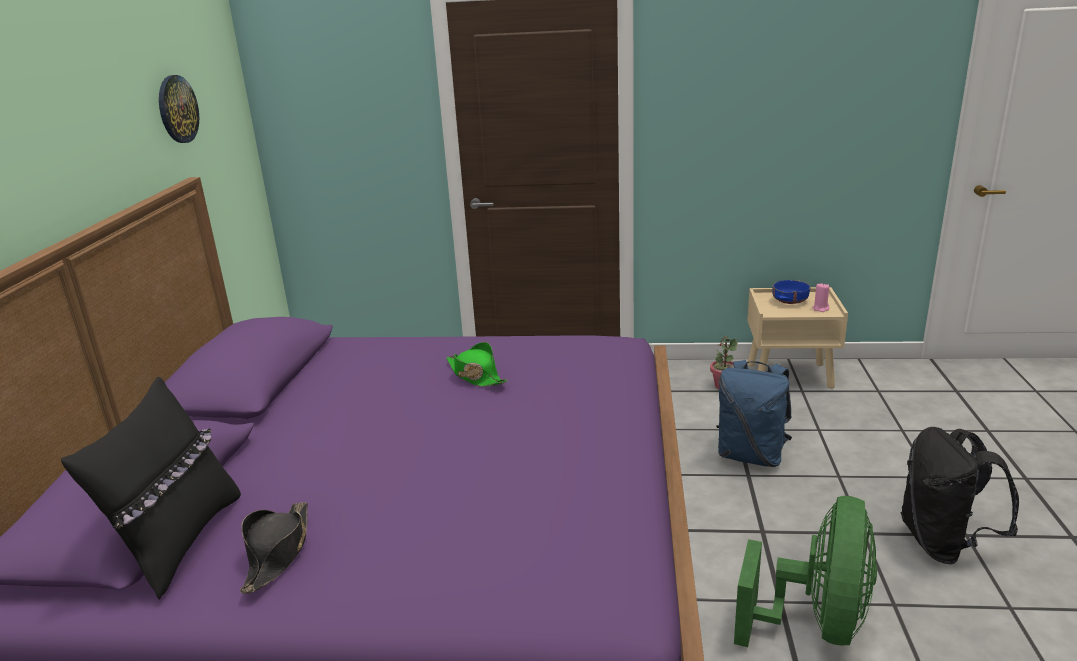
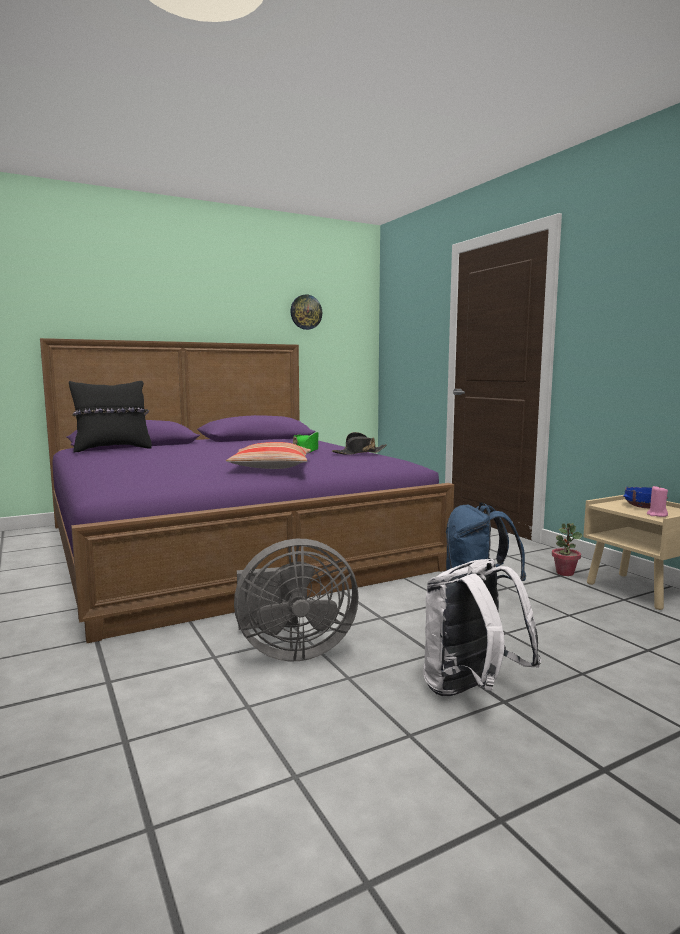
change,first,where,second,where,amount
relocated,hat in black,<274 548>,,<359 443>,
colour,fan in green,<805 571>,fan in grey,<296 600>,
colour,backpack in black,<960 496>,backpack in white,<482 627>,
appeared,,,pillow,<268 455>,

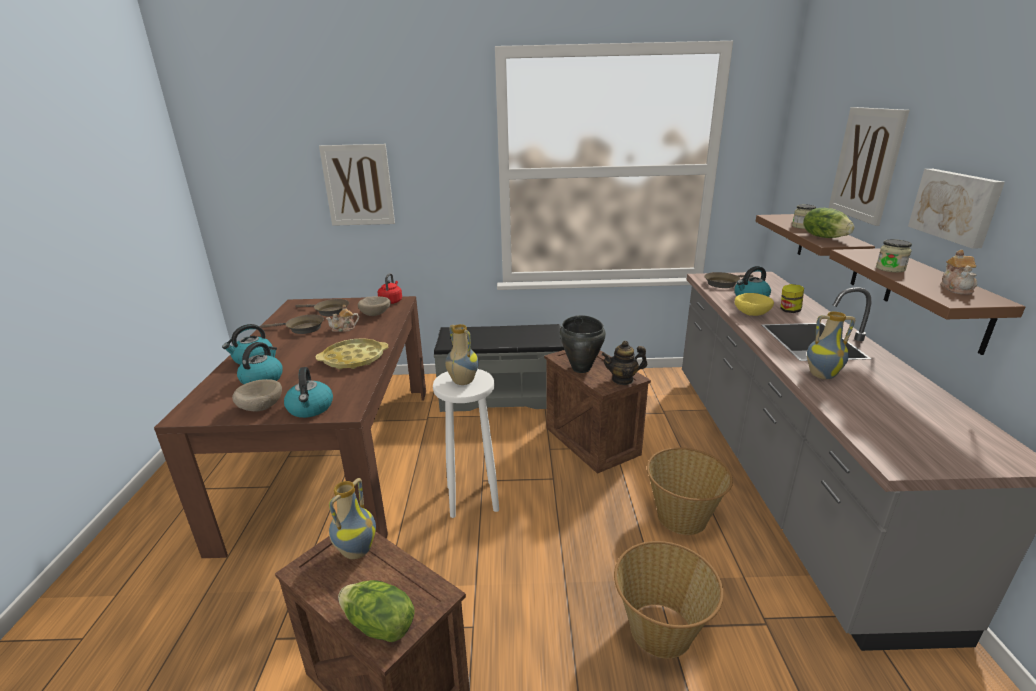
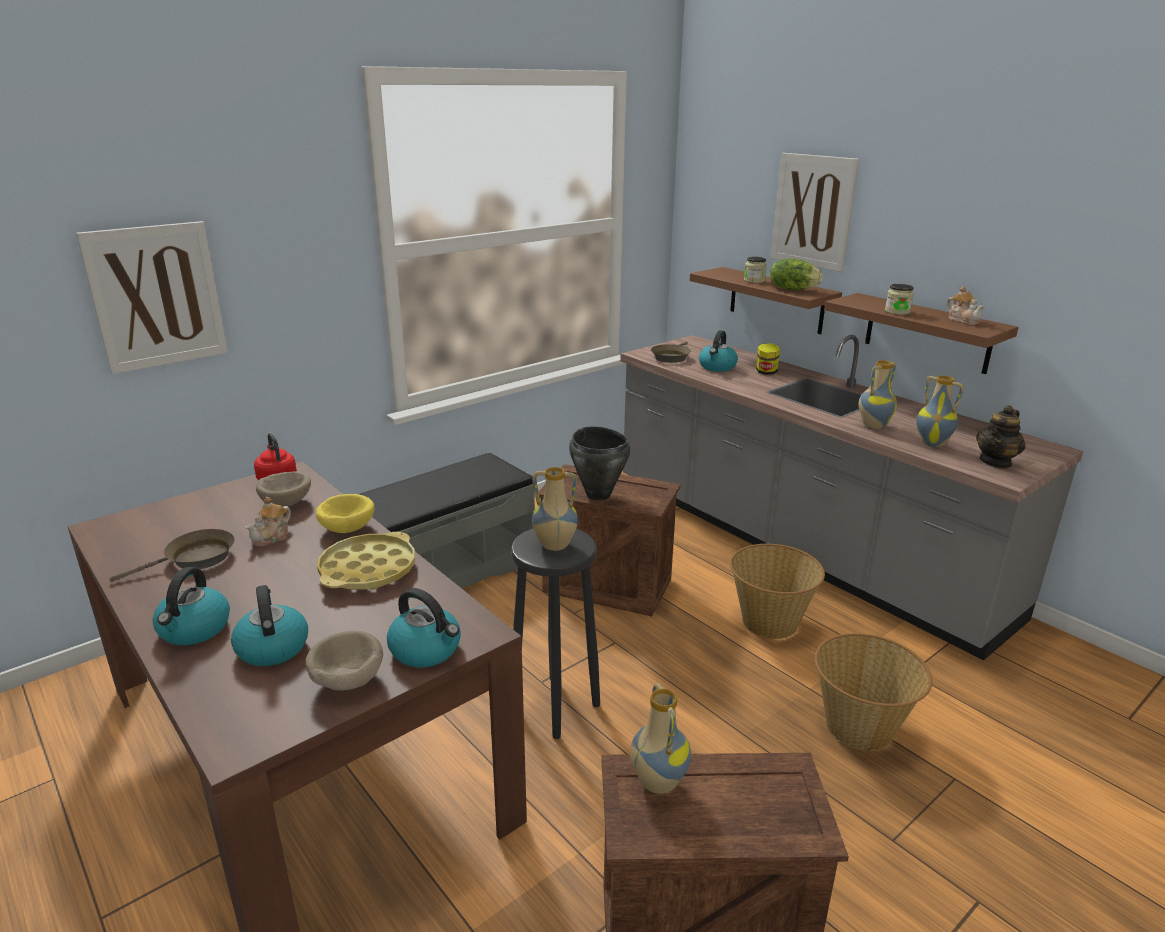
change,first,where,second,where,amount
missing,frying pan in brown,<322 307>,,,
missing,lettuce,<376 611>,,,
colour,stool in white,<466 443>,stool in black,<555 633>,
relocated,teapot,<624 363>,,<1000 437>,
relocated,bowl in yellow,<754 304>,,<345 513>,
missing,picture,<956 209>,,,
appeared,,,vase,<940 411>,

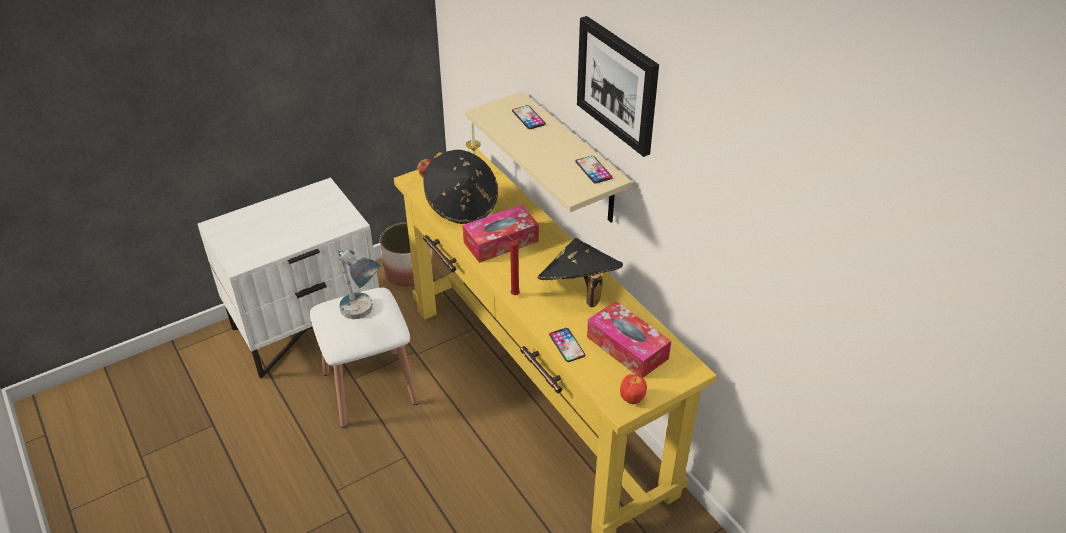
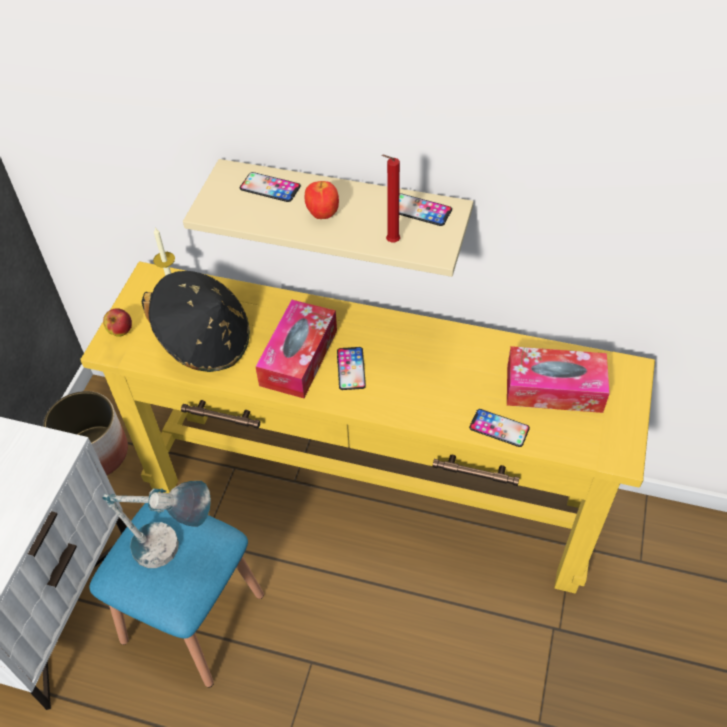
change,first,where,second,where,amount
colour,stool in white,<364 358>,stool in blue,<176 595>,
relocated,candle in red,<513 265>,,<391 198>,
missing,hat in black,<580 272>,,,
missing,picture,<618 86>,,,
relocated,apple,<633 389>,,<322 200>,
appeared,,,phone,<351 368>,

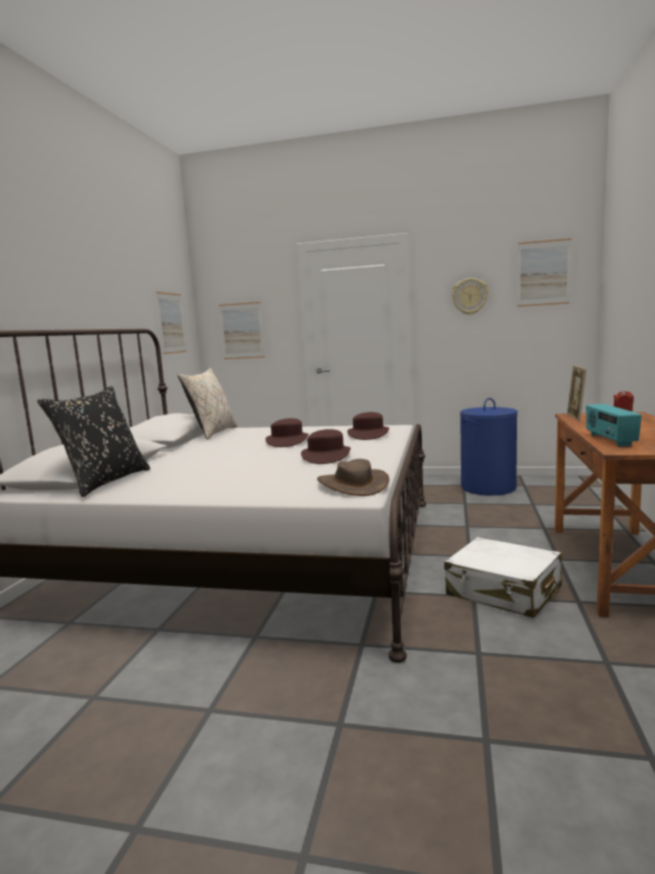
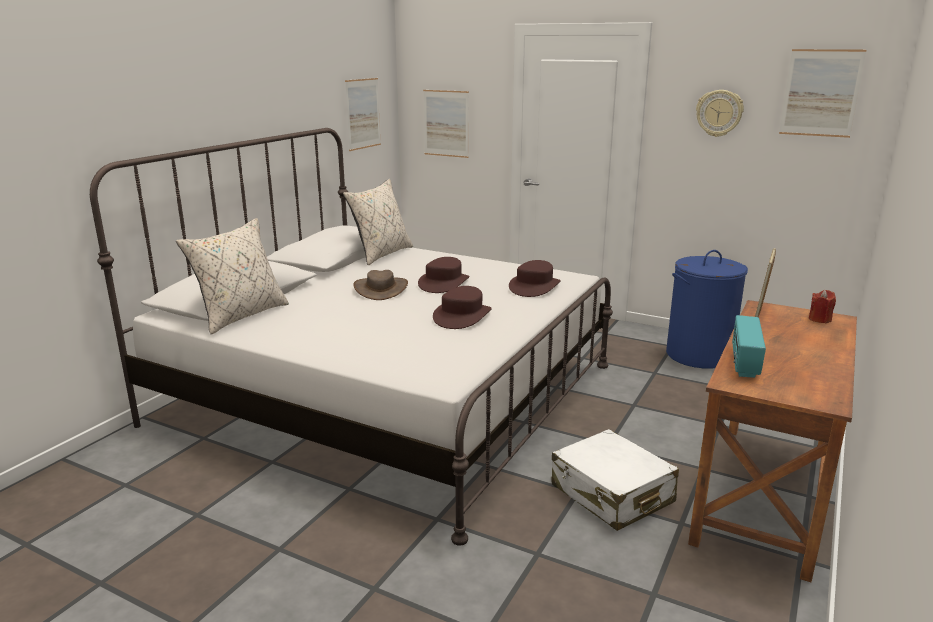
change,first,where,second,where,amount
colour,pillow in black,<93 441>,pillow in beige,<232 276>,
relocated,hat in brown,<353 477>,,<381 285>,

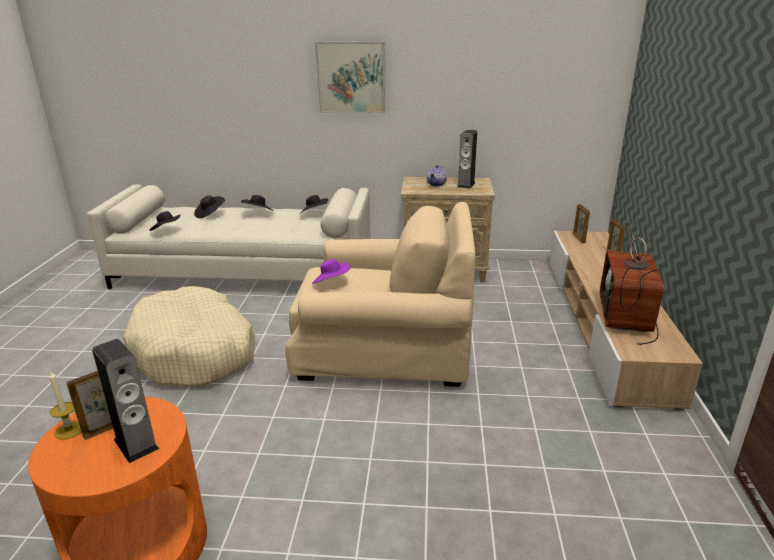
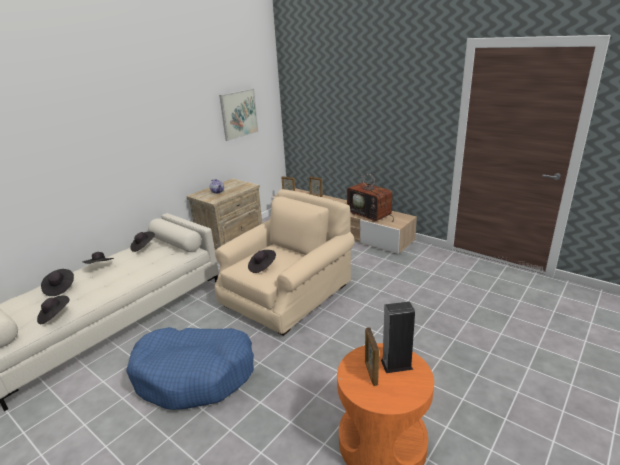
change,first,where,second,where,amount
missing,candle,<65 404>,,,
colour,dog bed in beige,<189 336>,dog bed in blue,<190 368>,
colour,hat in purple,<331 271>,hat in black,<262 261>,
relocated,picture,<350 77>,,<238 115>,
missing,speaker,<467 159>,,,

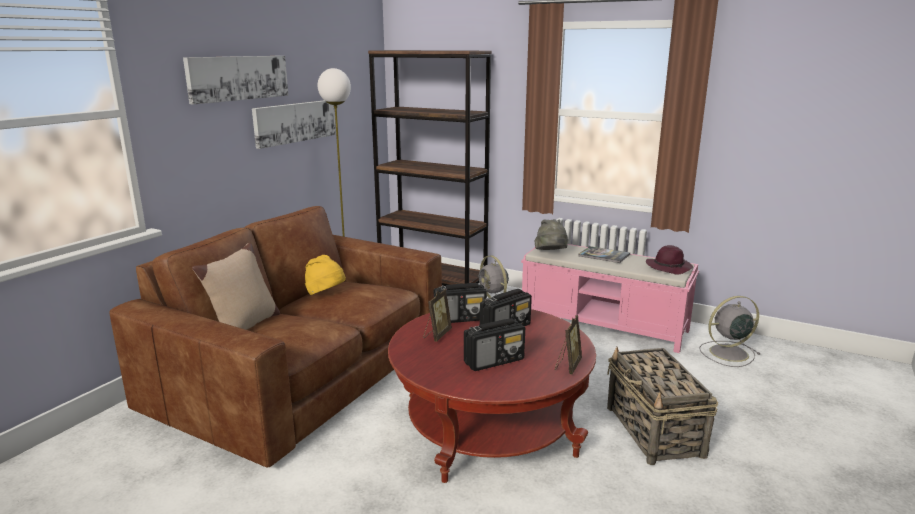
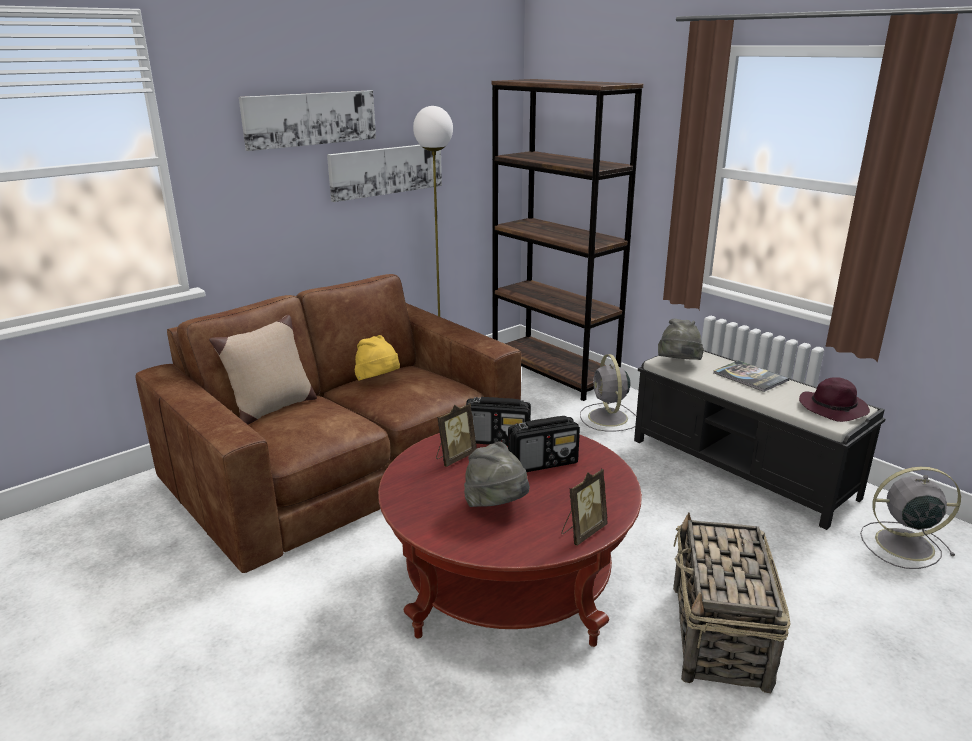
change,first,where,second,where,amount
exchanged,radio,<494 344>,hat in grey,<497 474>,
colour,bench in pink,<610 298>,bench in black,<760 440>,

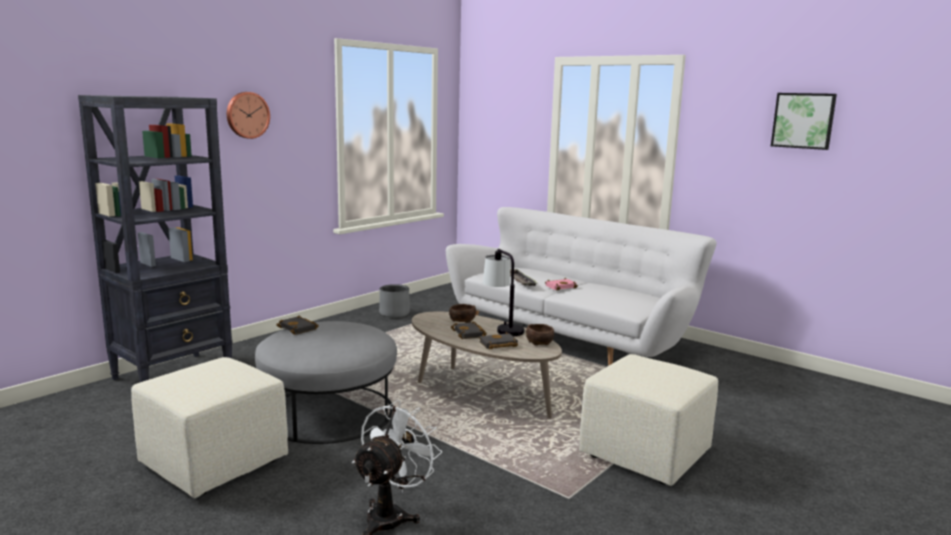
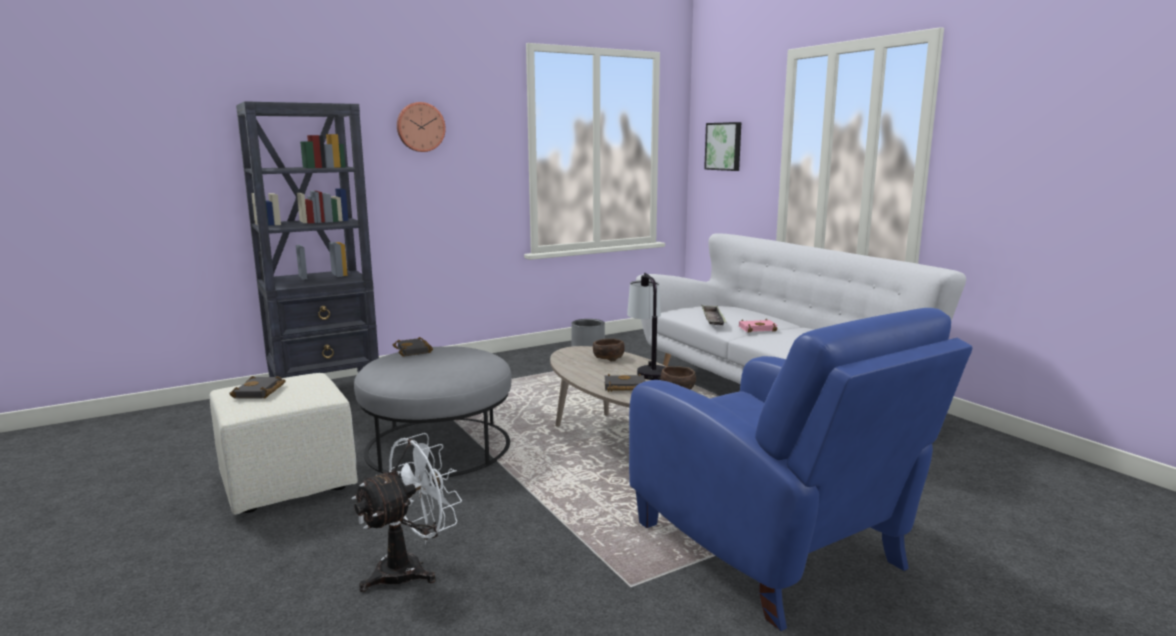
change,first,where,second,where,amount
relocated,book in black,<469 330>,,<257 387>,
exchanged,ottoman in beige,<648 420>,armchair in blue,<801 469>,
relocated,picture,<804 121>,,<722 146>,

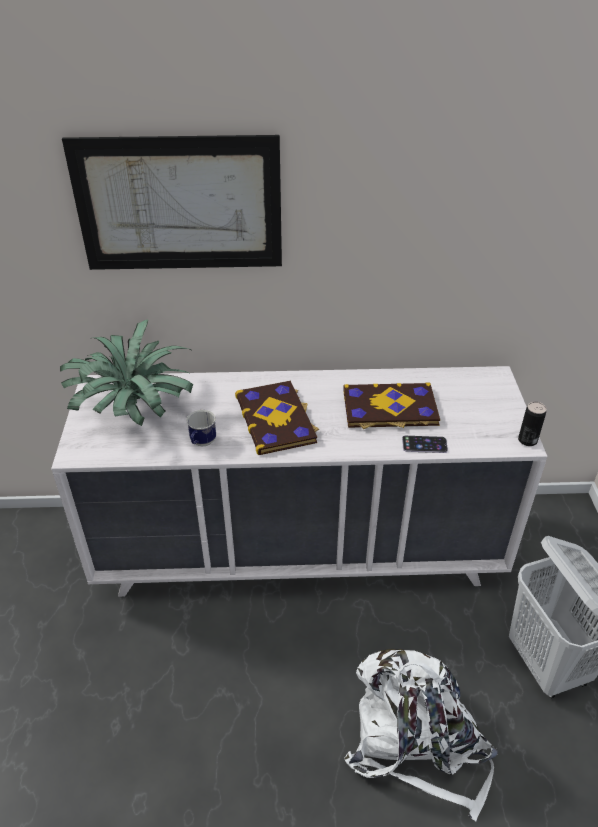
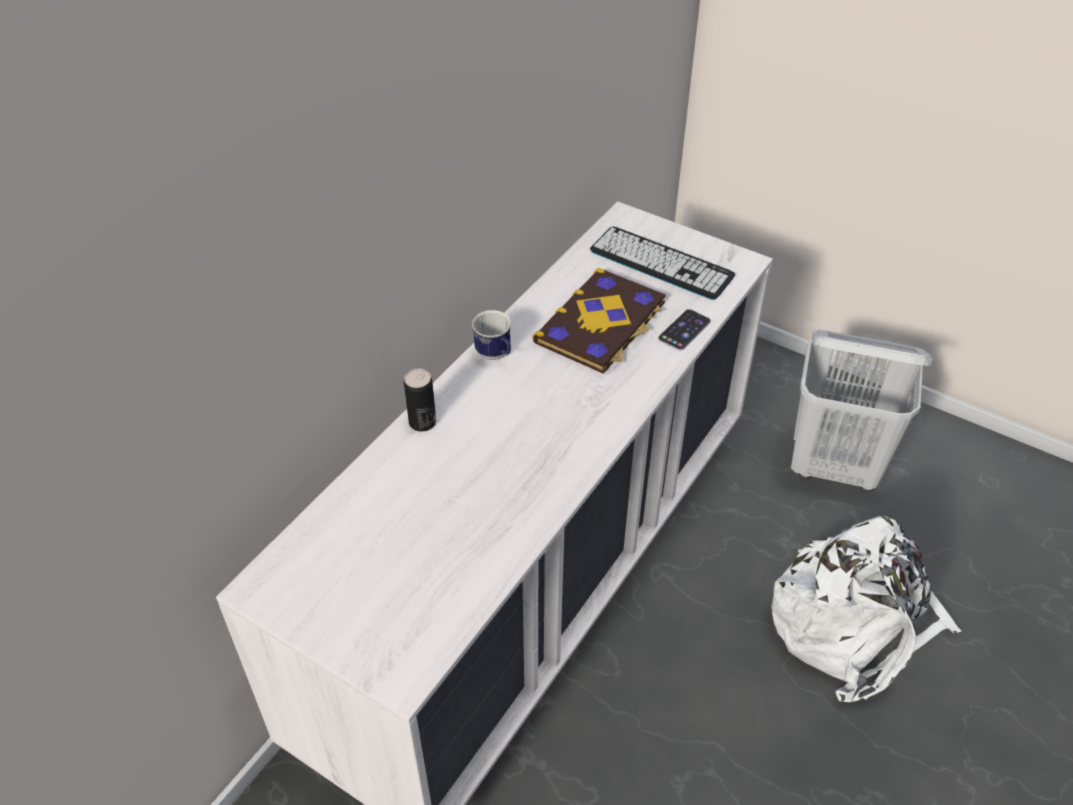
change,first,where,second,where,amount
missing,potted plant,<126 372>,,,
missing,picture,<172 202>,,,
relocated,mug,<201 428>,,<491 335>,
missing,book,<277 418>,,,
relocated,can,<532 424>,,<420 400>,
appeared,,,keyboard,<662 263>,

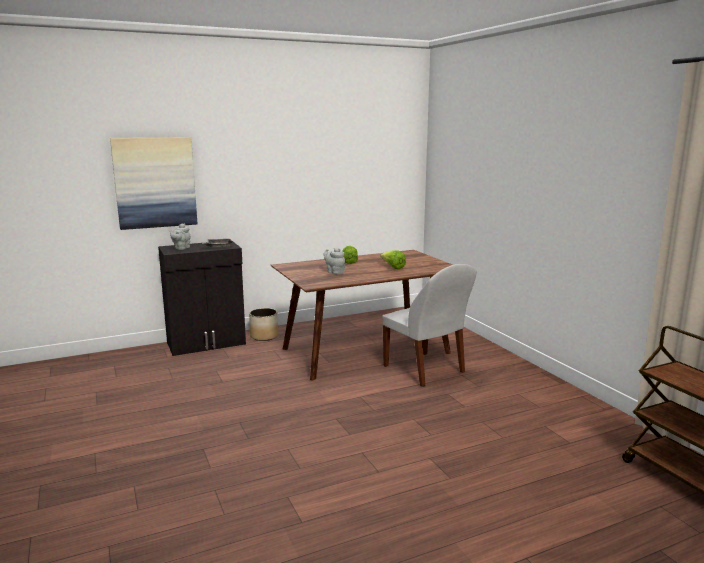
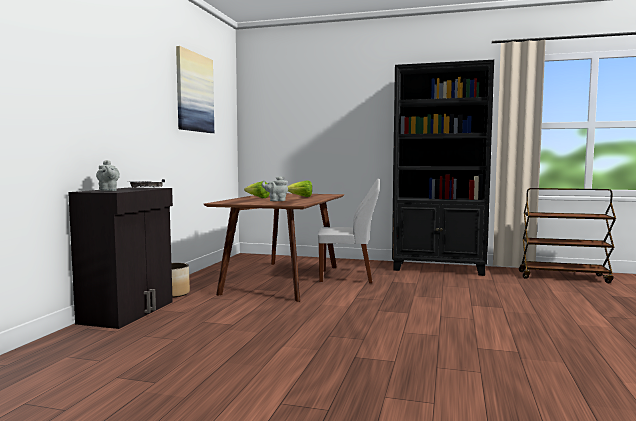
change,first,where,second,where,amount
relocated,picture,<154 183>,,<195 89>,
appeared,,,bookcase in black,<443 168>,

